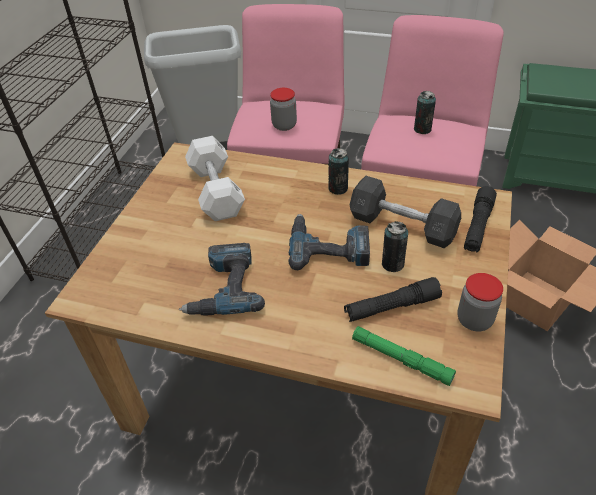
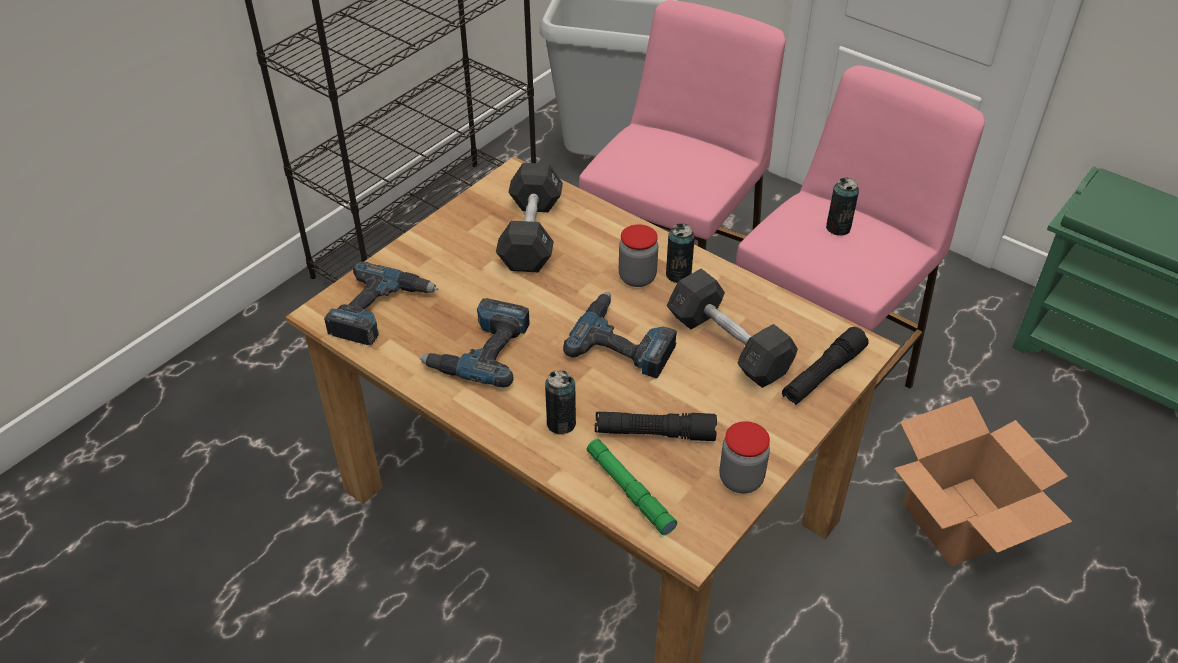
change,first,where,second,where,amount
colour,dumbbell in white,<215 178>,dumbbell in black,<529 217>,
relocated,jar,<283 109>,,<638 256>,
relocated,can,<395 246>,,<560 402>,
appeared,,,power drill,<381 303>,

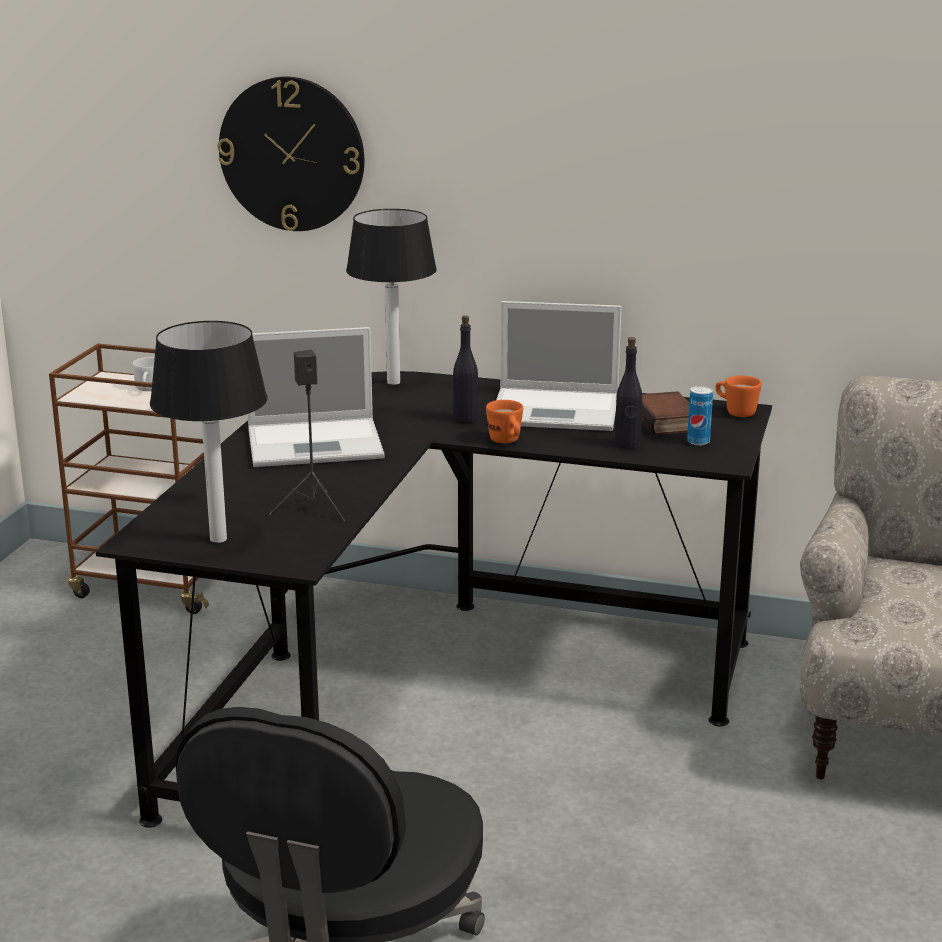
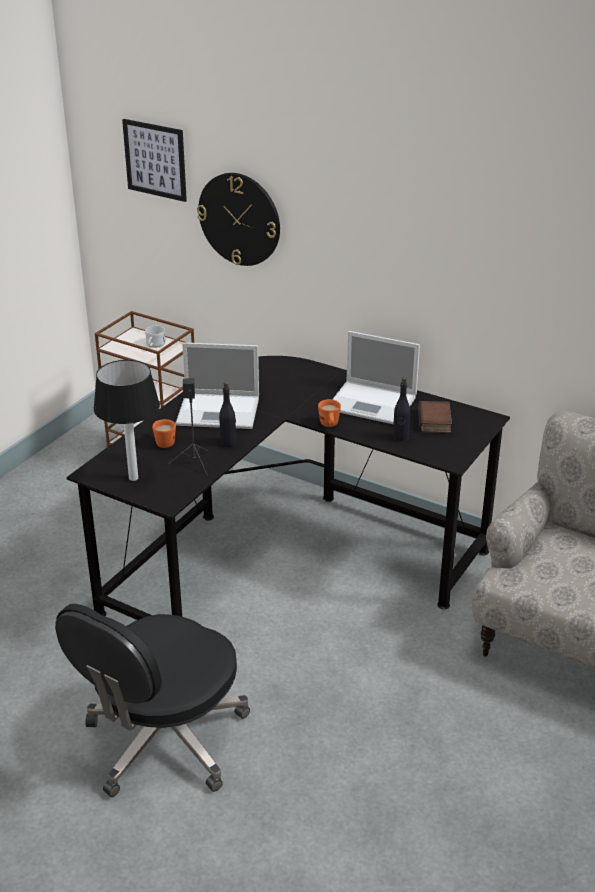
change,first,where,second,where,amount
missing,table lamp,<391 297>,,,
relocated,bottle in black,<465 369>,,<227 414>,
missing,can,<700 416>,,,
relocated,mug in orange,<739 396>,,<164 433>,
appeared,,,picture,<154 160>,

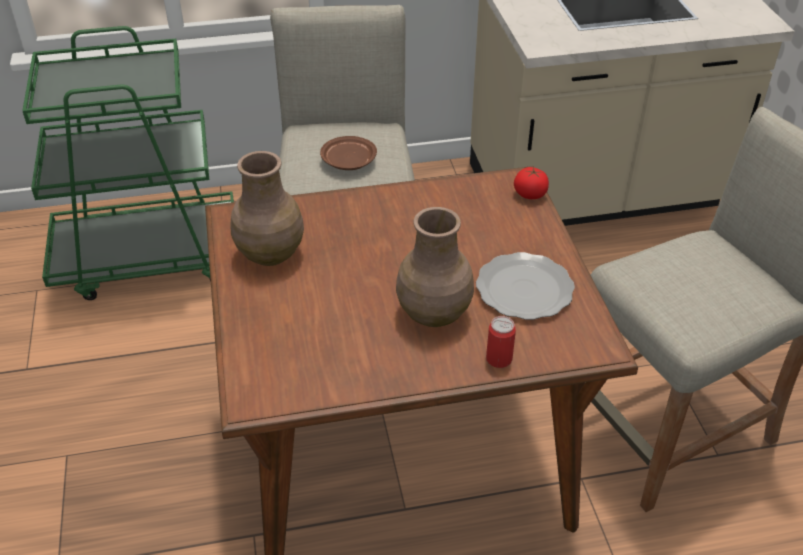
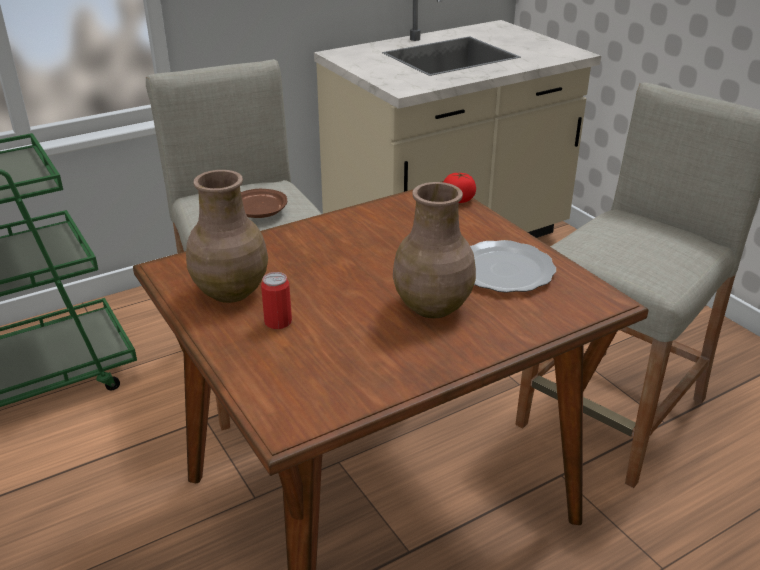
change,first,where,second,where,amount
relocated,can,<501 342>,,<276 300>,

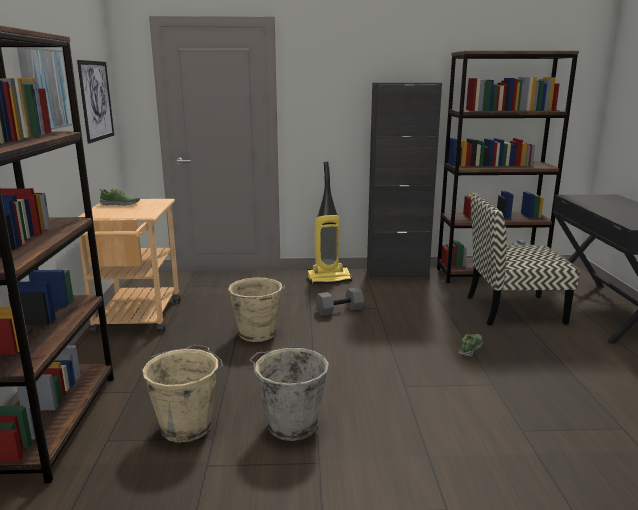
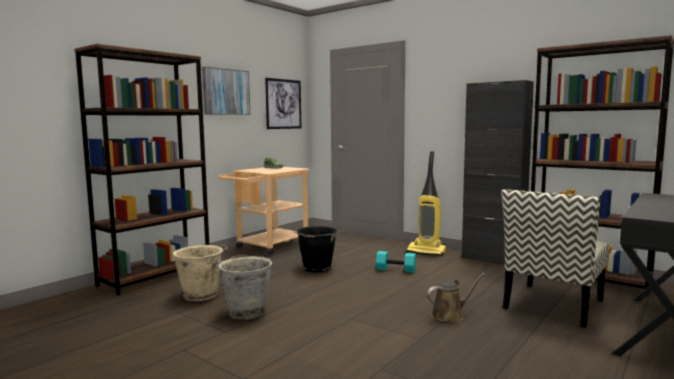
change,first,where,second,where,amount
colour,bucket in beige,<256 309>,bucket in black,<315 249>,
colour,dumbbell in grey,<340 301>,dumbbell in turquoise,<396 262>,
exchanged,shoe,<470 345>,watering can in brown,<456 297>,
spun,chair,<524 259>,,<555 258>,90 degrees counterclockwise

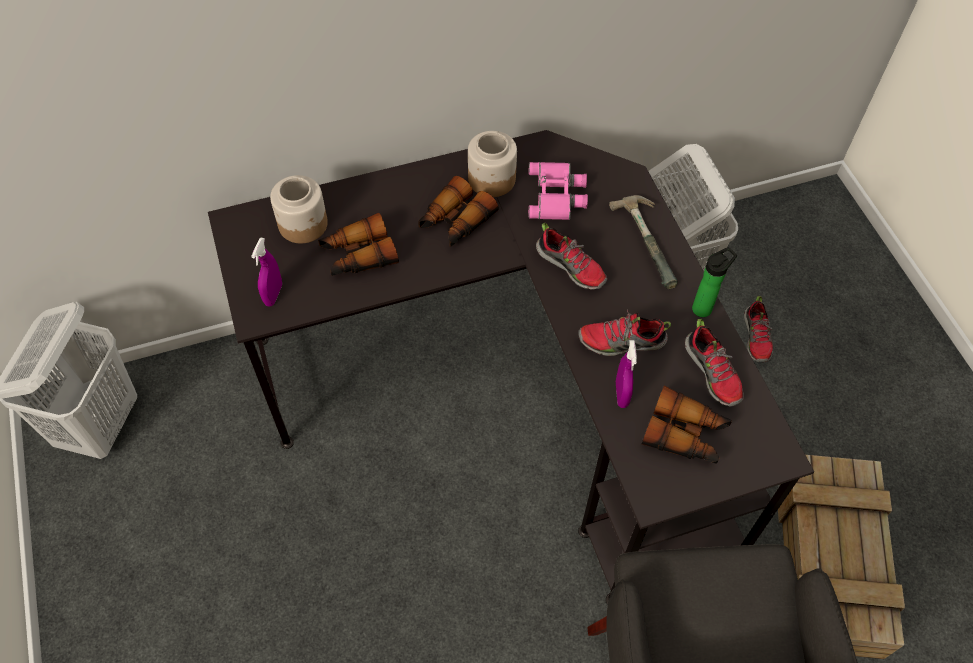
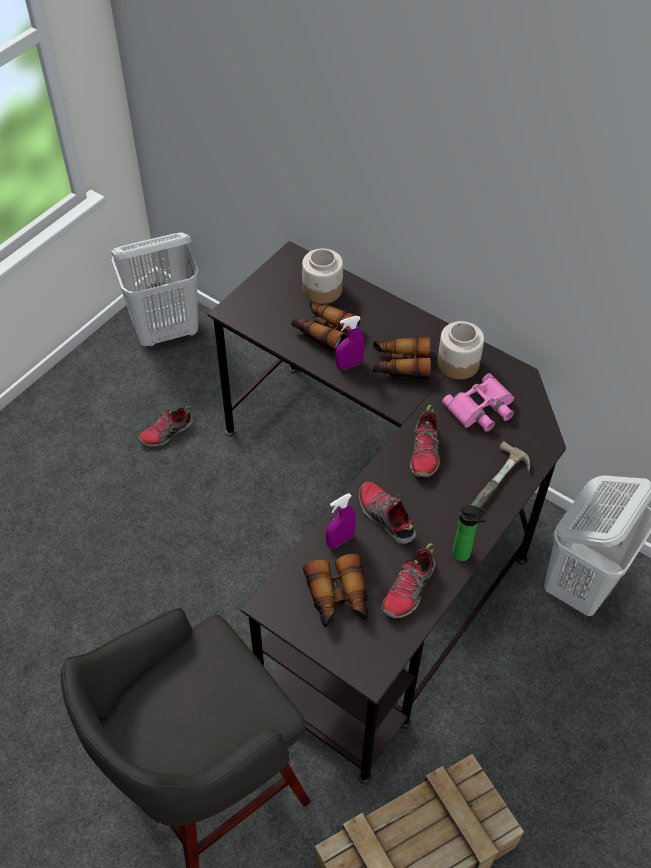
change,first,where,second,where,amount
relocated,spray bottle in purple,<266 272>,,<350 343>,
relocated,shoe,<758 329>,,<165 426>,

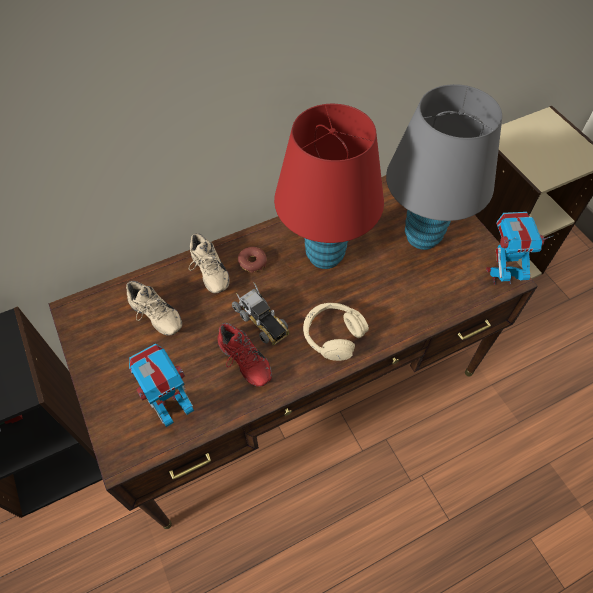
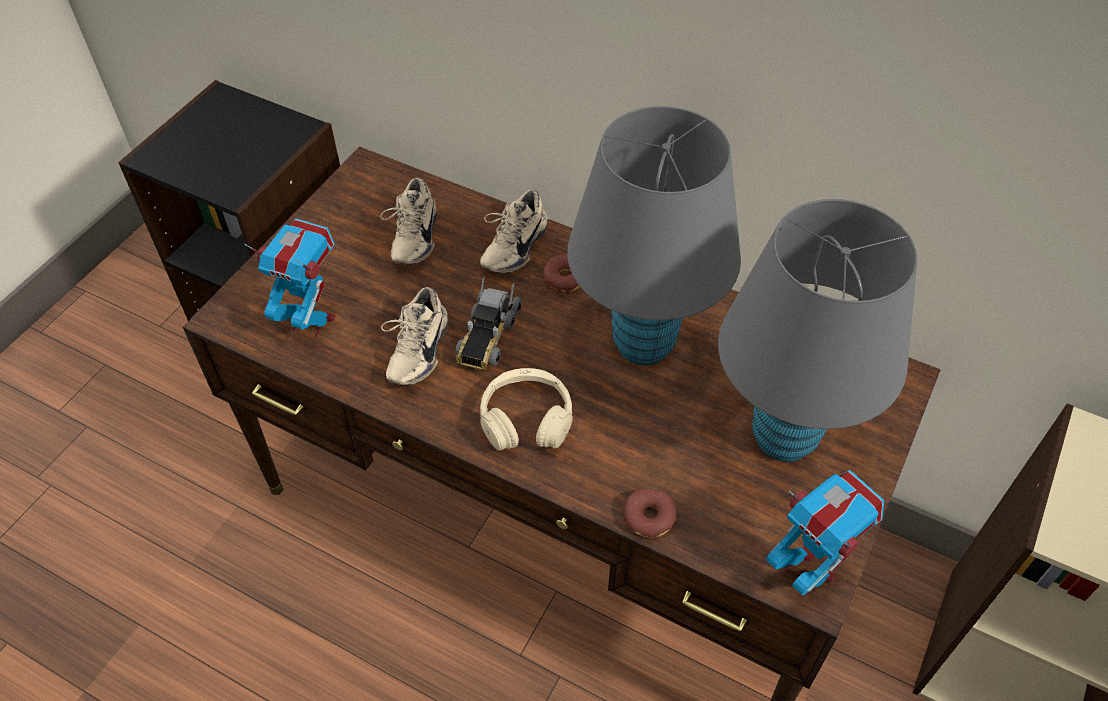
change,first,where,second,where,amount
colour,shoe in red,<244 355>,shoe in beige,<414 336>,
colour,table lamp in red,<329 186>,table lamp in grey,<654 235>,
appeared,,,donut,<650 513>,

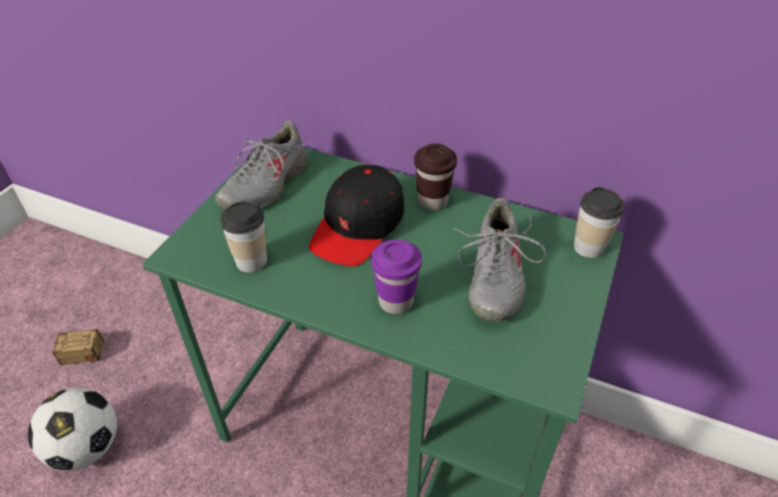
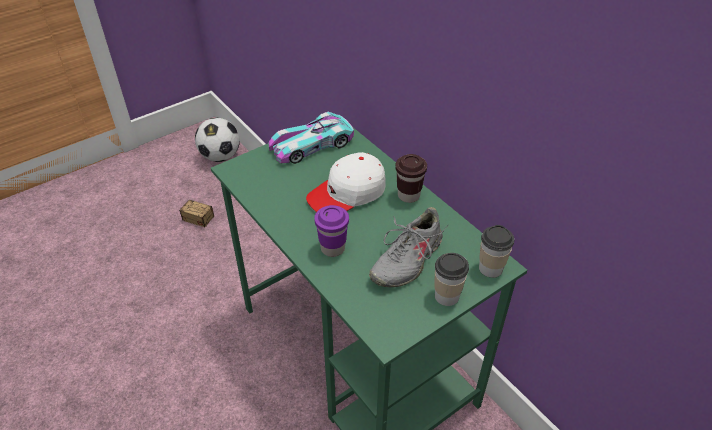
change,first,where,second,where,amount
relocated,football,<72 429>,,<217 140>,
exchanged,shoe in grey,<261 165>,toy car,<311 138>,
relocated,cup,<243 236>,,<451 279>,
colour,cap in black,<356 216>,cap in white,<346 182>,

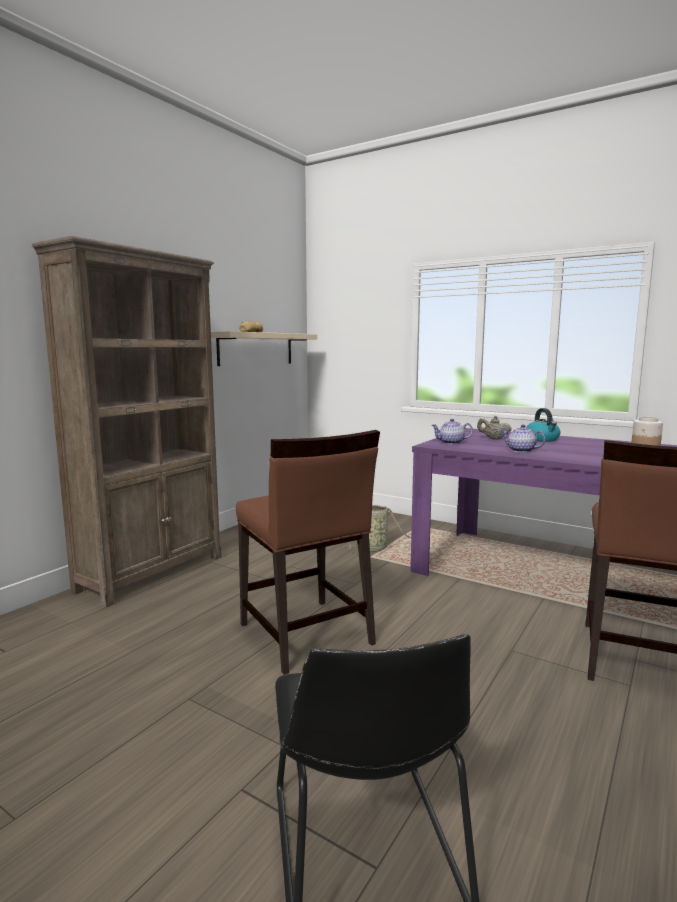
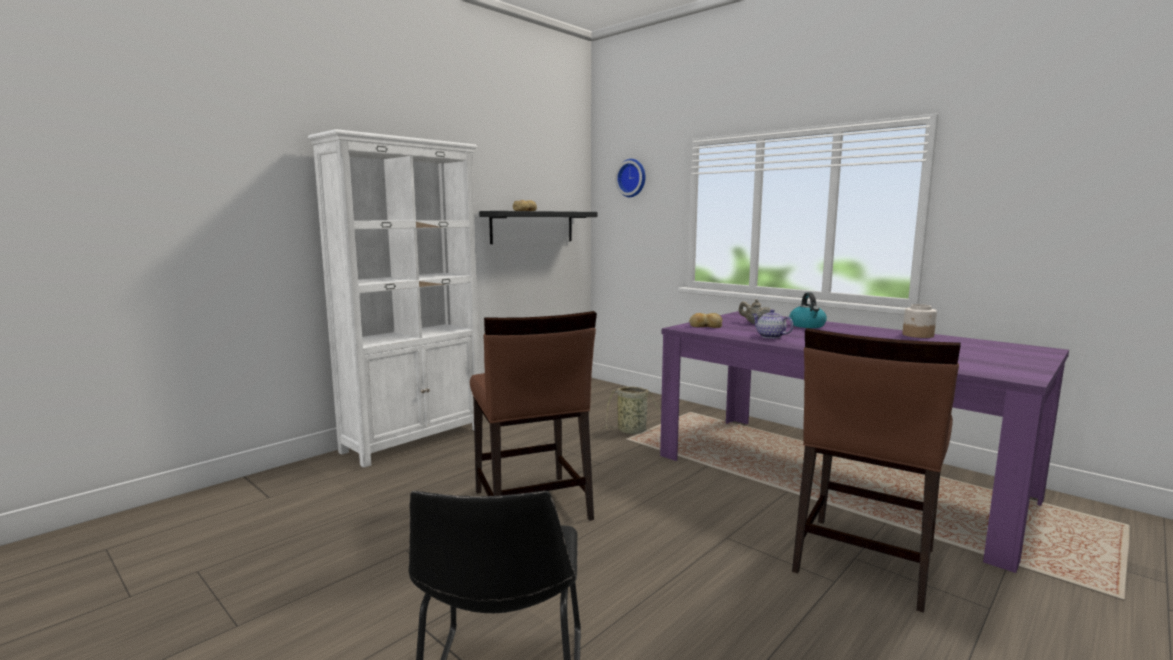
change,first,where,second,where,amount
colour,bookcase in brown,<126 421>,bookcase in white,<394 298>,
colour,shelf in beige,<264 348>,shelf in black,<538 227>,
exchanged,teapot,<452 431>,bread,<705 320>,
appeared,,,wall clock,<630 178>,

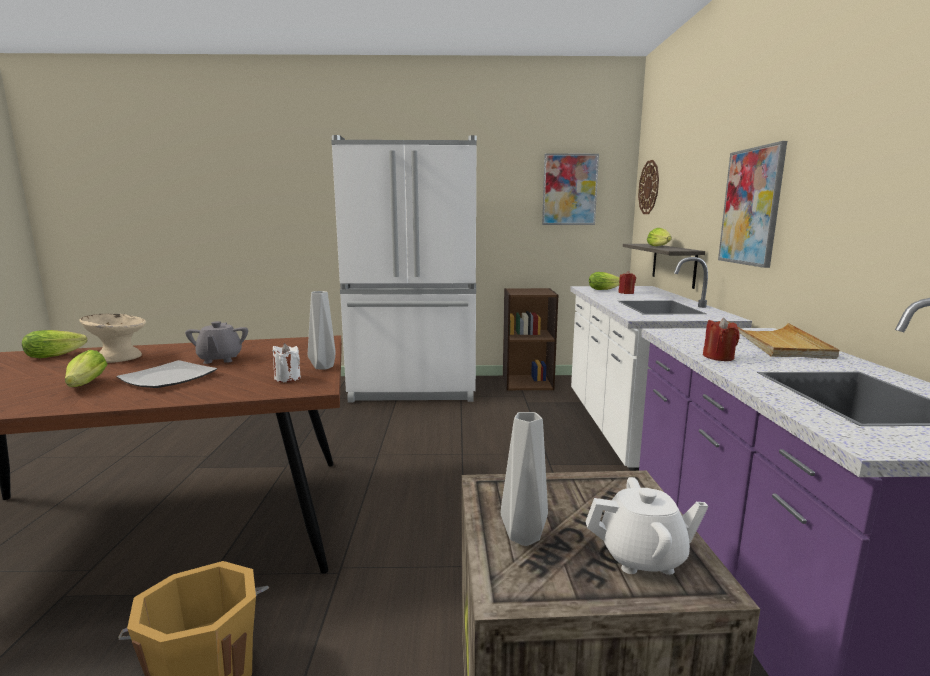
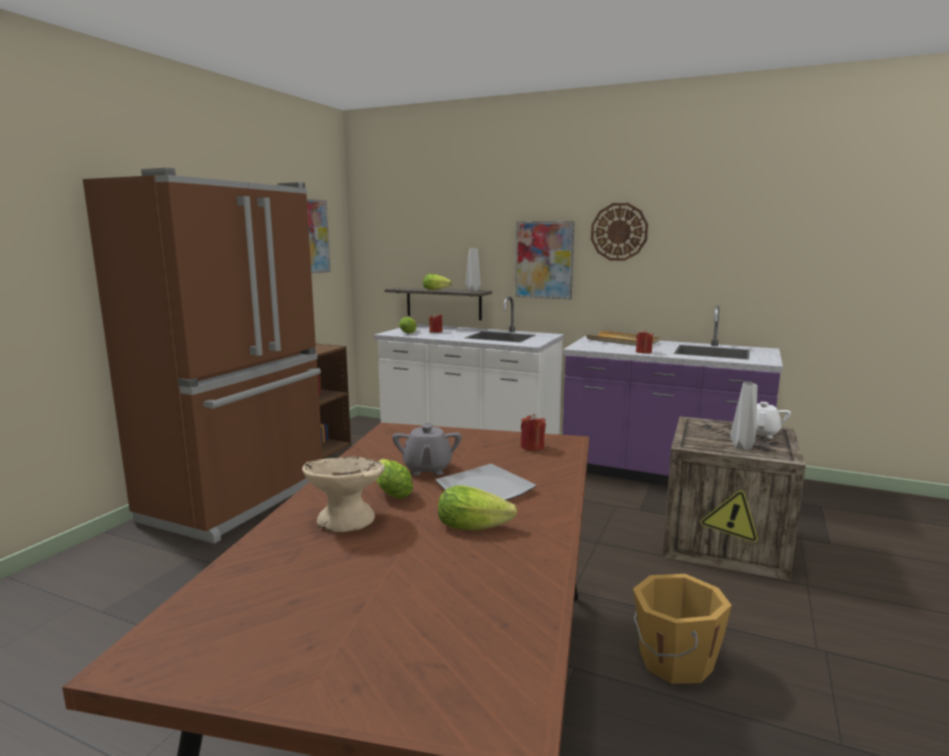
change,first,where,second,where,amount
relocated,lettuce,<54 344>,,<394 478>,
spun,teapot in grey,<216 342>,,<427 449>,75 degrees clockwise
colour,candle in white,<287 362>,candle in red,<533 432>,
relocated,vase in grey,<322 330>,,<473 269>,
colour,fridge in white,<404 268>,fridge in brown,<203 356>,
relocated,wall clock,<648 187>,,<619 232>,

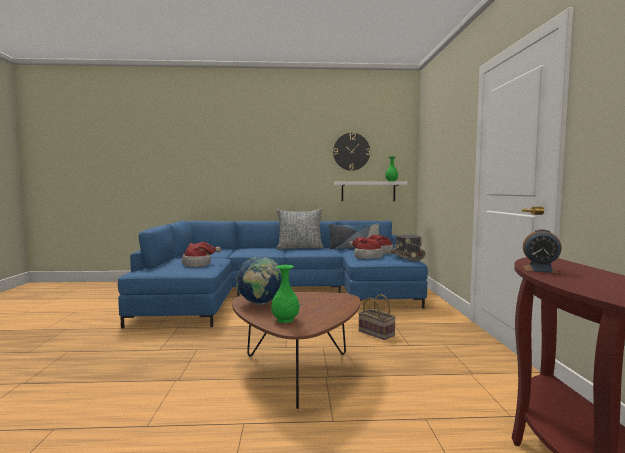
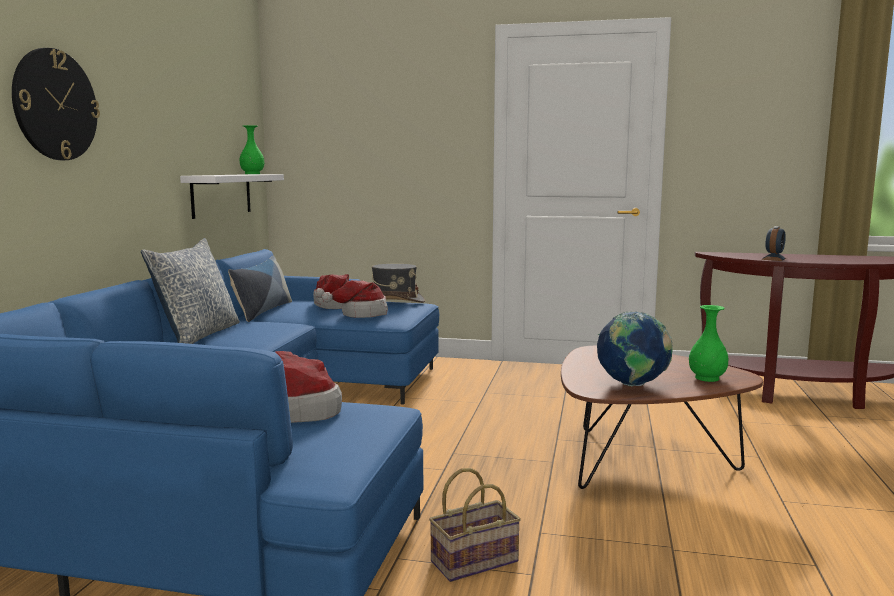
change,first,where,second,where,amount
relocated,wall clock,<351 152>,,<56 104>,
relocated,basket,<377 317>,,<475 525>,

